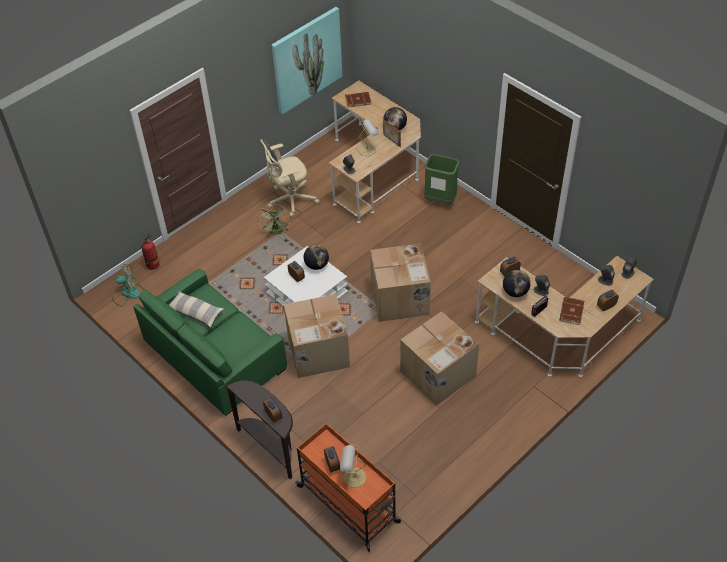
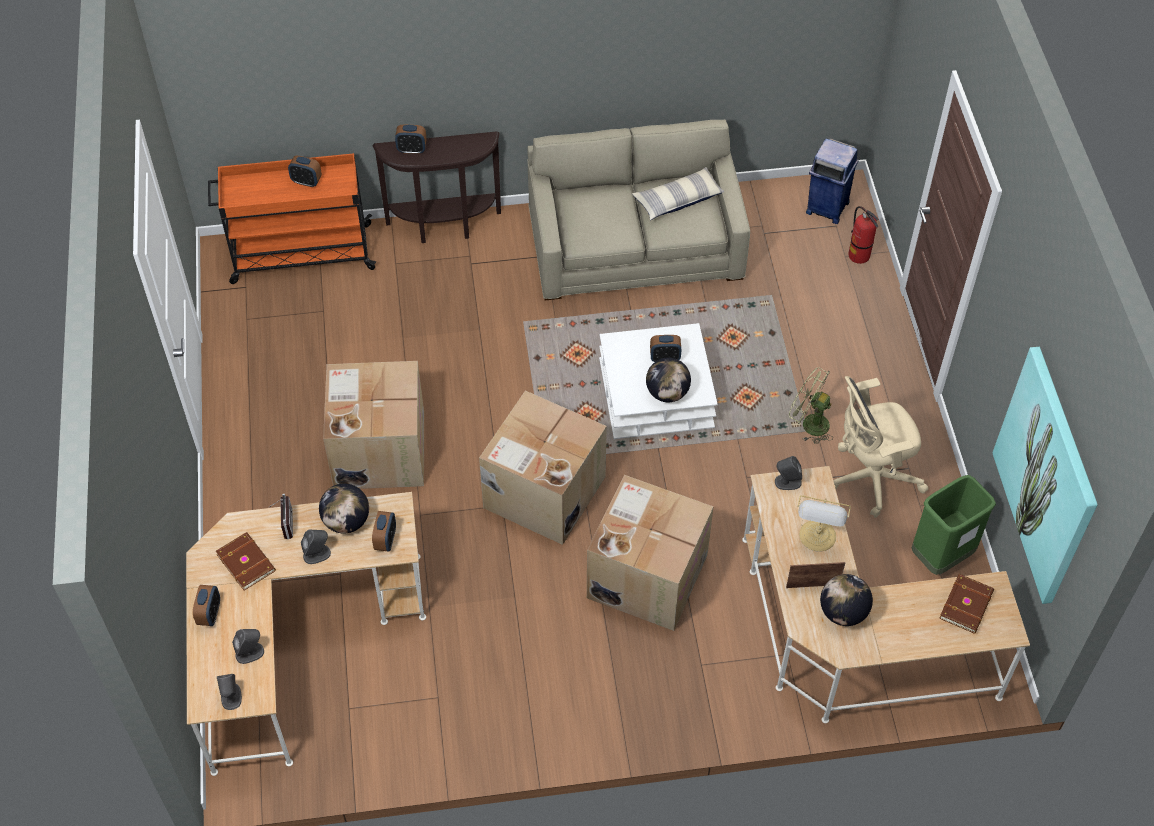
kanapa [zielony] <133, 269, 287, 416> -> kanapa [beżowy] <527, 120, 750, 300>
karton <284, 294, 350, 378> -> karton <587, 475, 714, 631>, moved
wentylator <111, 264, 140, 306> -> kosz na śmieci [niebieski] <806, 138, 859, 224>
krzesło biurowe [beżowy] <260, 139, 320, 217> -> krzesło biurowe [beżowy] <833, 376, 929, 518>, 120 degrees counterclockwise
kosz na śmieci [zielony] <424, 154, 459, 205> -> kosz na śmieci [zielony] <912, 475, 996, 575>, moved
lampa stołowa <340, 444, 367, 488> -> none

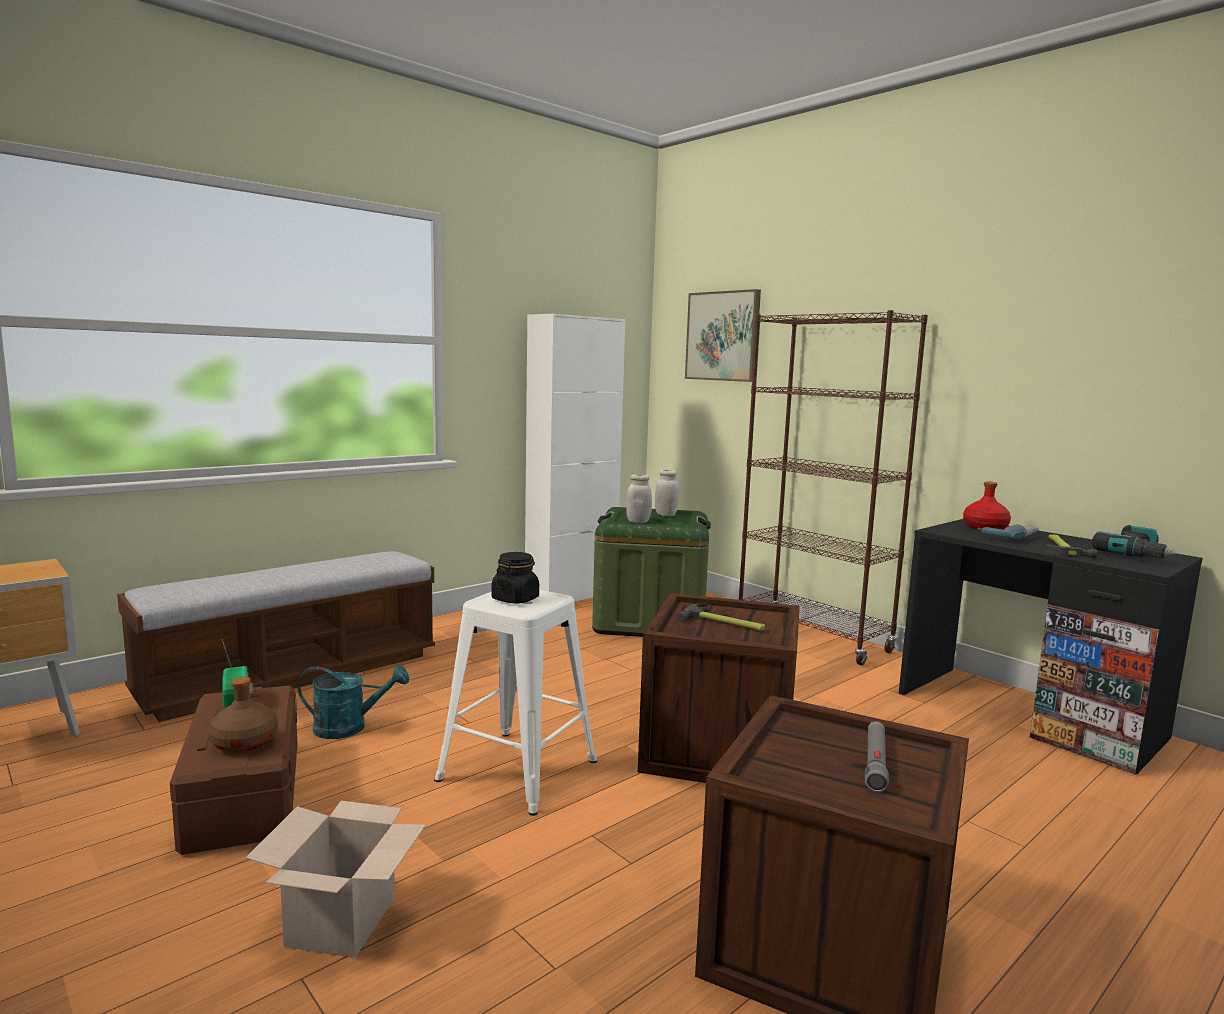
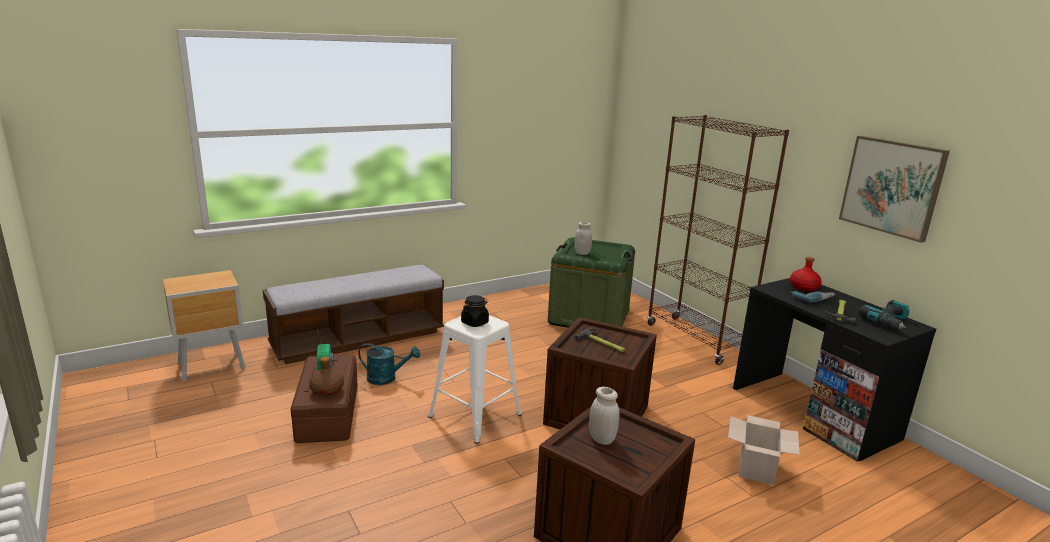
słoik [biały] <655, 470, 679, 516> -> słoik [biały] <589, 387, 620, 445>, moved
karton <246, 801, 426, 958> -> karton <728, 415, 799, 485>, moved
obraz <685, 289, 761, 382> -> obraz <839, 136, 950, 243>, moved
szafka [biały] <525, 314, 625, 602> -> none
latarka [szary] <865, 721, 889, 792> -> none

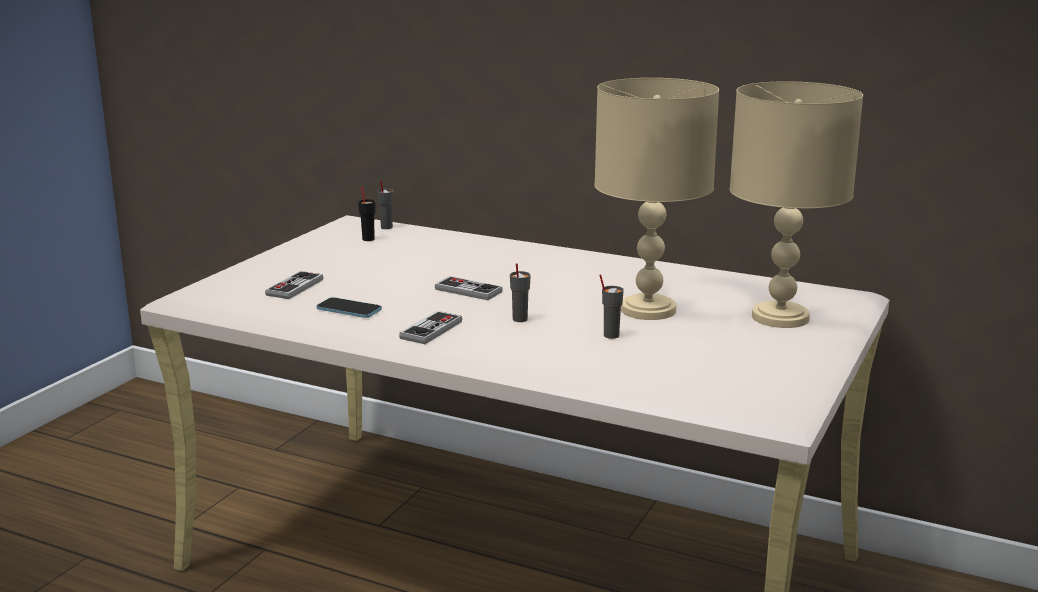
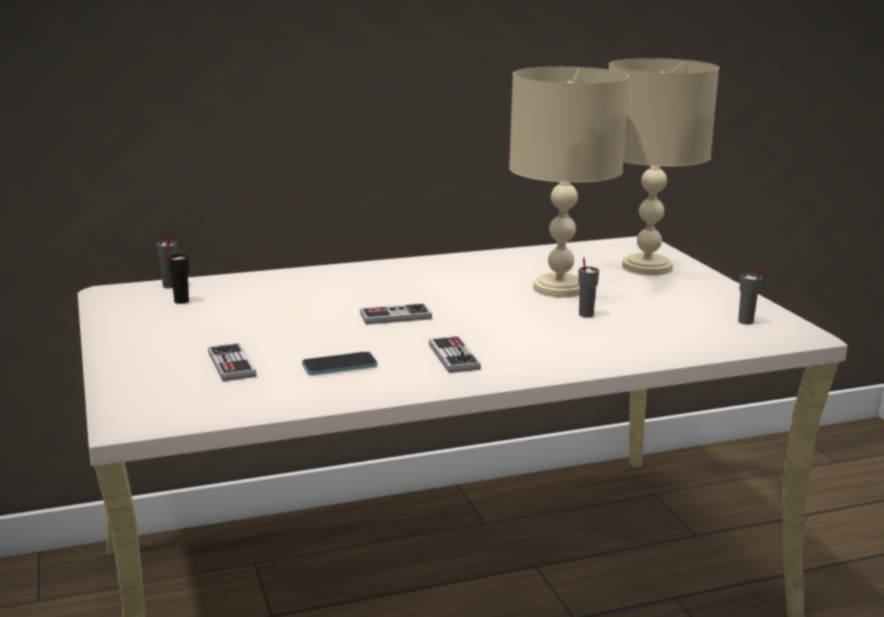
filiżanka [szary] <510, 263, 531, 322> -> filiżanka [szary] <738, 264, 763, 325>, moved

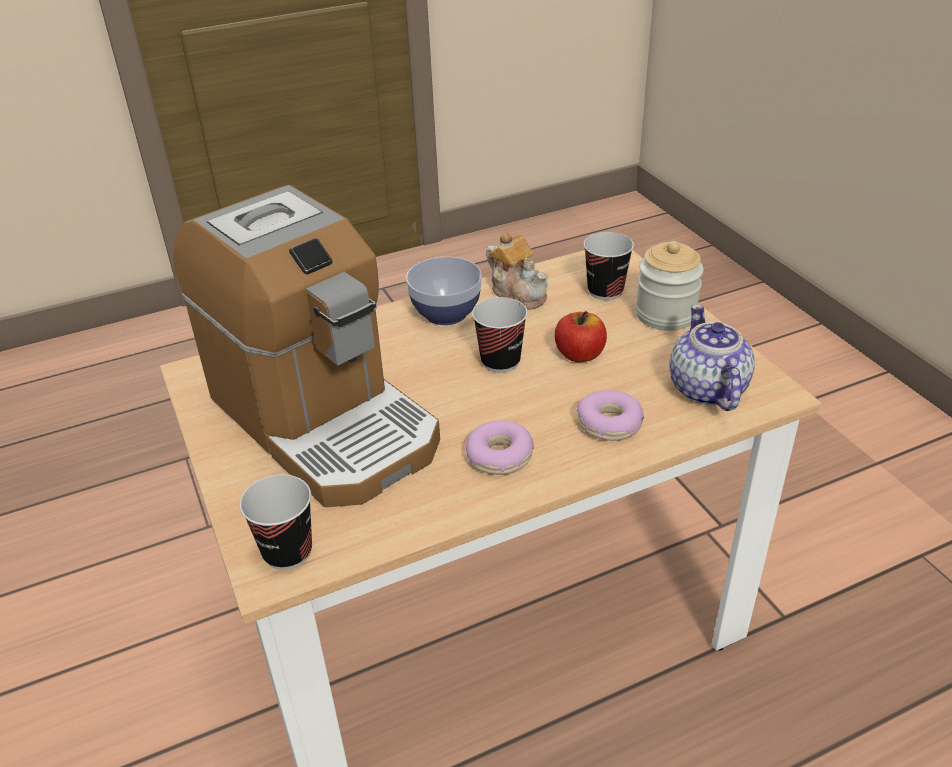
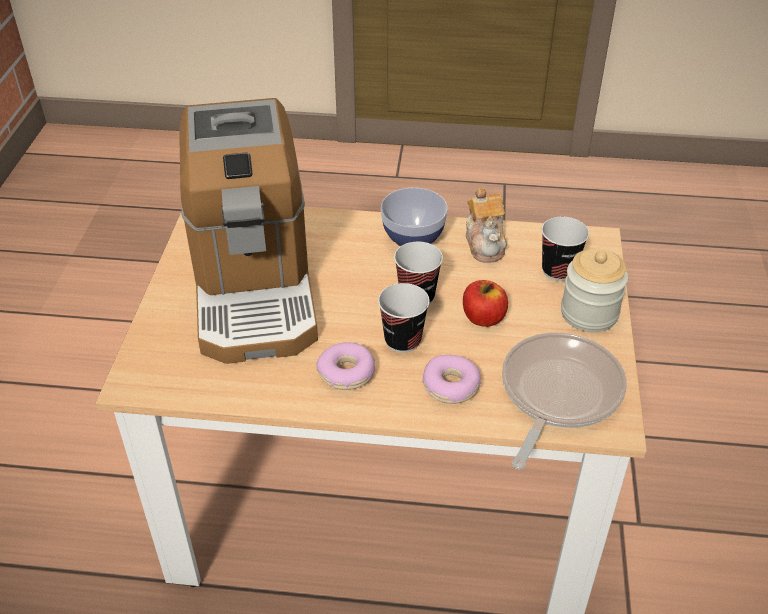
filiżanka <240, 475, 312, 570> -> filiżanka <378, 283, 430, 353>, moved
imbryk <669, 304, 755, 411> -> patelnia <502, 332, 627, 469>

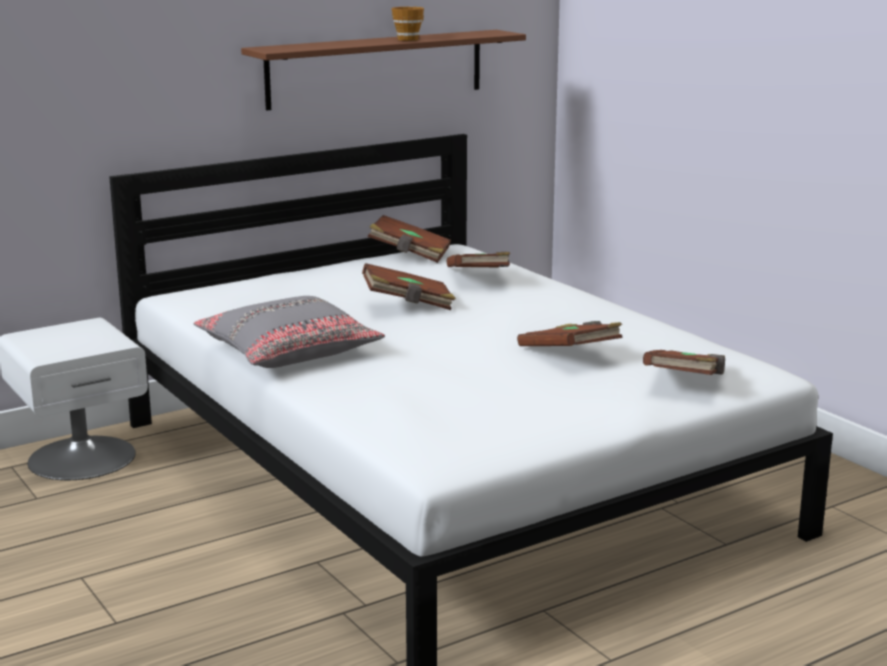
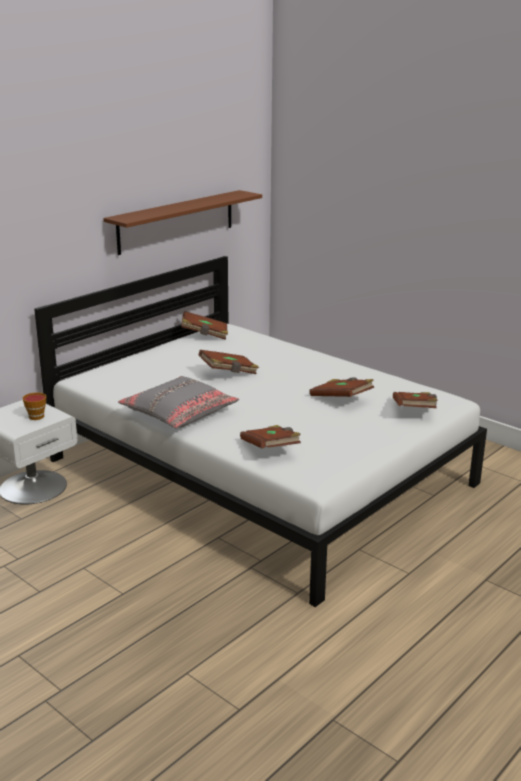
filiżanka <392, 7, 424, 41> -> filiżanka <23, 392, 46, 420>, moved
książka [brązowy] <447, 252, 510, 267> -> książka [brązowy] <240, 425, 301, 449>, moved

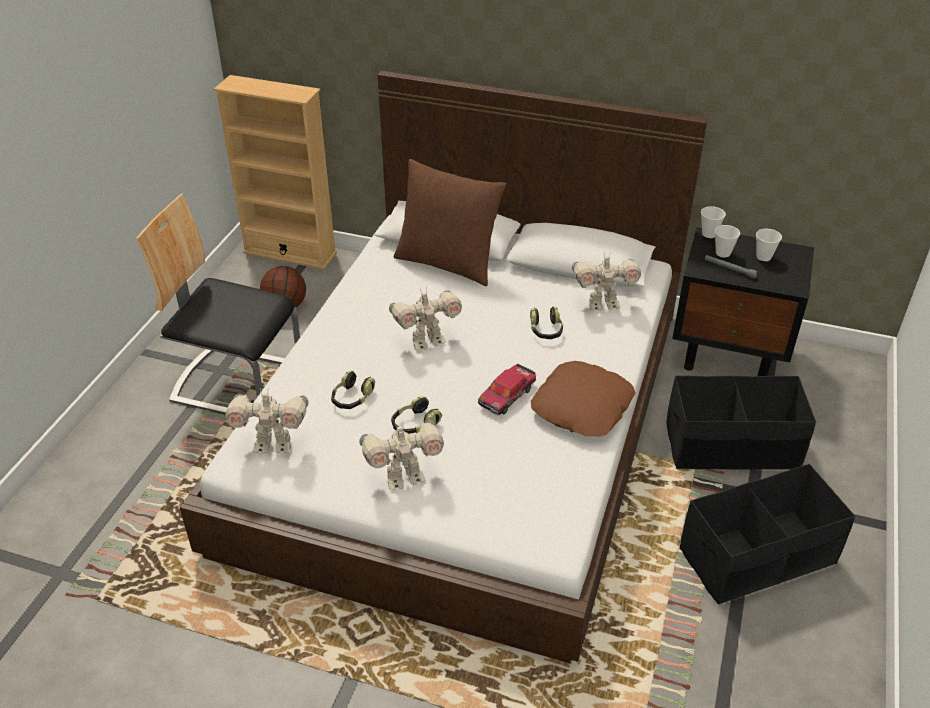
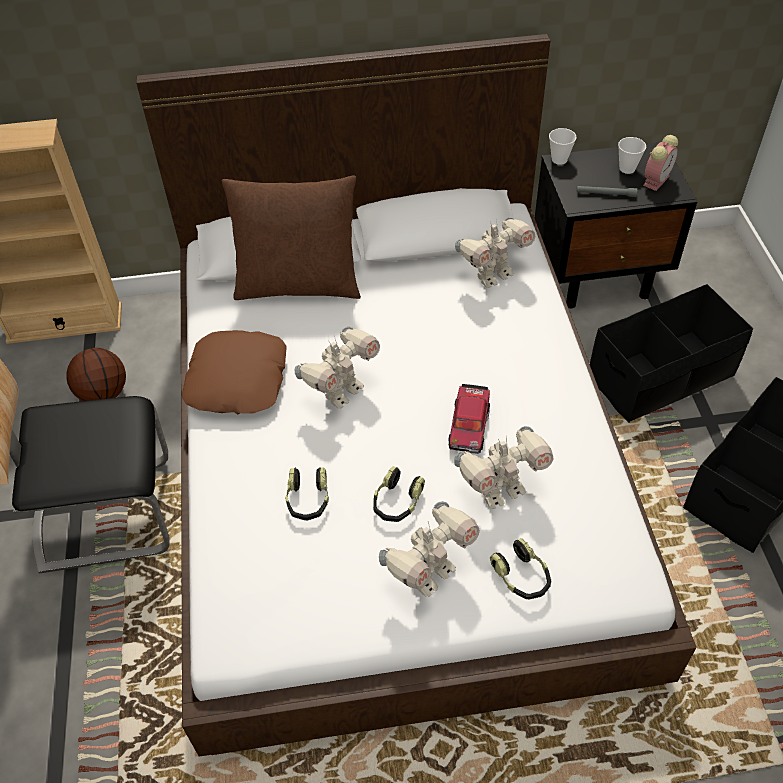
poduszka [brązowy] <531, 361, 635, 436> -> poduszka [brązowy] <182, 330, 287, 414>, moved
robot zabawkowy <226, 388, 309, 454> -> robot zabawkowy <454, 426, 554, 509>, moved
słuchawki <530, 307, 563, 339> -> słuchawki <490, 538, 551, 600>, moved
none -> budzik <643, 135, 678, 191>
filiżanka <715, 225, 740, 258> -> none

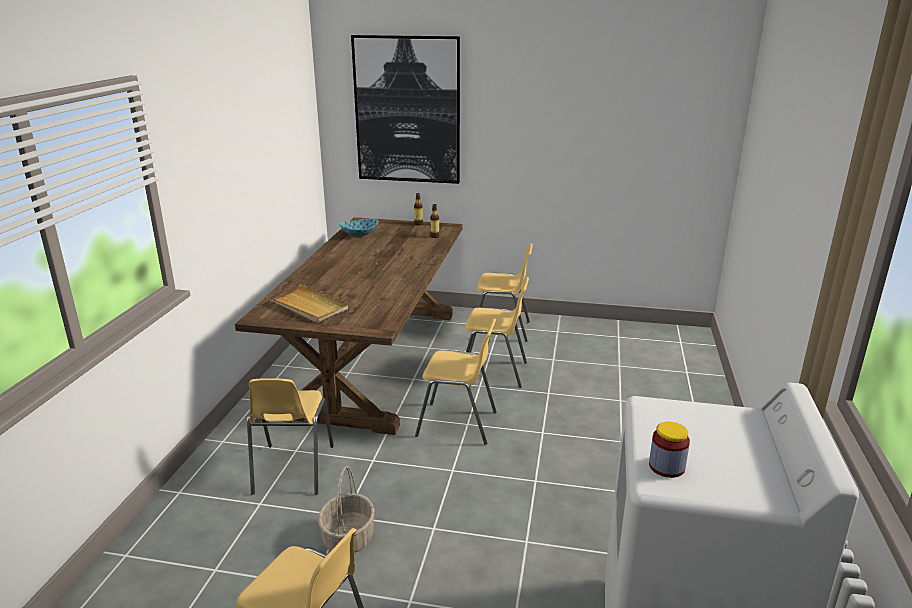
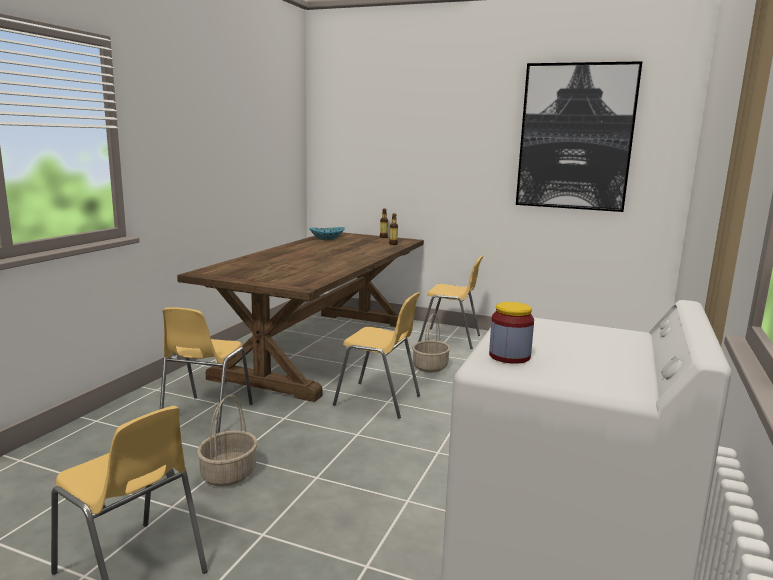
krzesło [żółty] <465, 277, 529, 388> -> koszyk <412, 313, 450, 373>
obraz <351, 35, 460, 184> -> obraz <516, 61, 643, 212>, moved
taca [beżowy] <266, 284, 348, 323> -> none

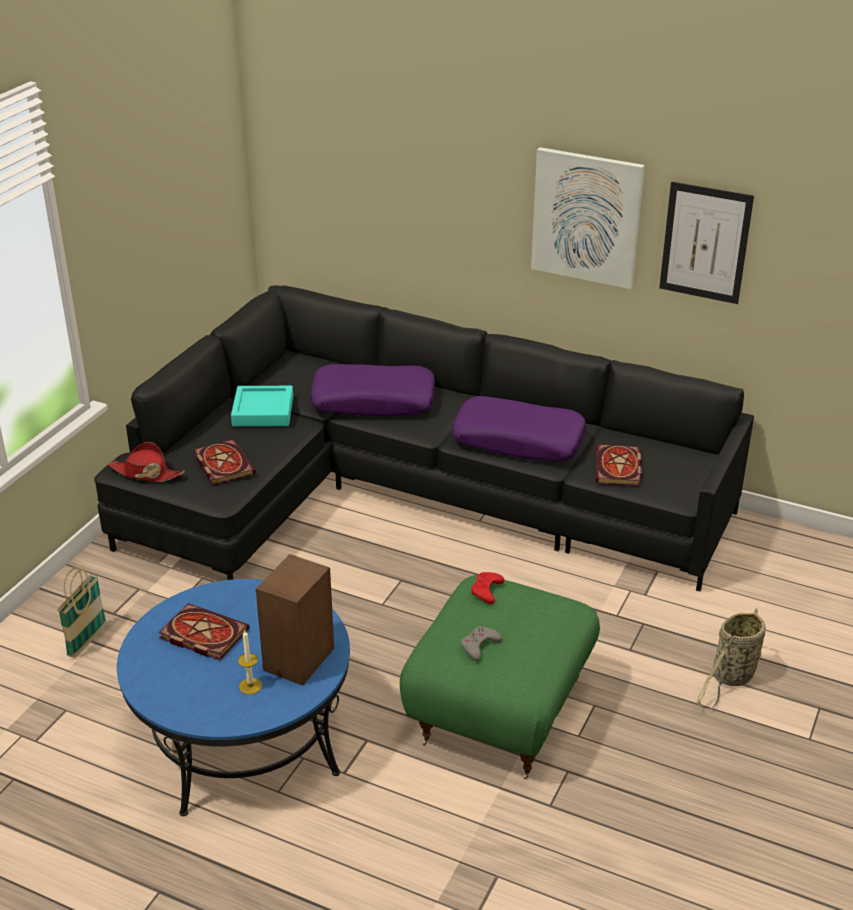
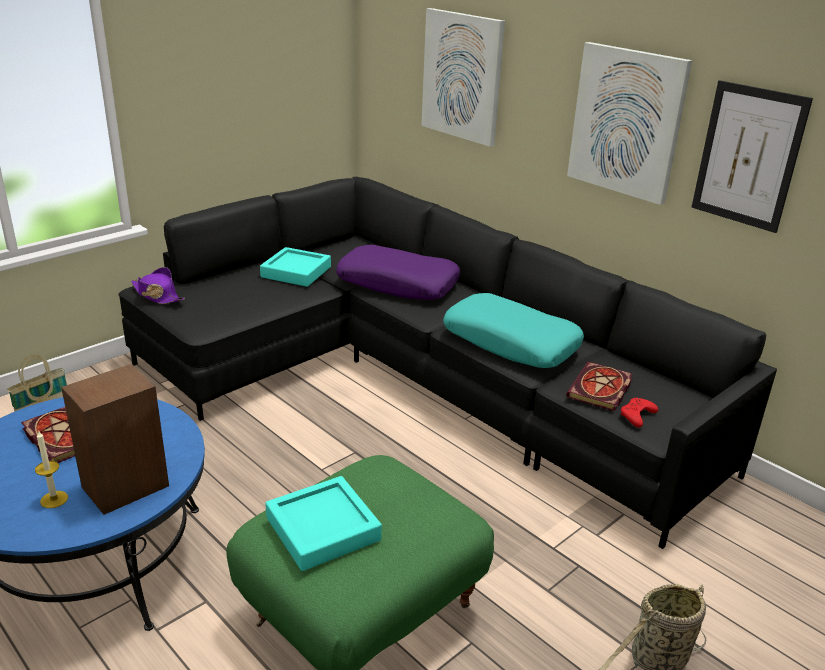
kapelusz [czerwony] <108, 442, 185, 482> -> kapelusz [fioletowy] <131, 267, 185, 304>
pad do gier [szary] <461, 626, 502, 661> -> taca [turkusowy] <265, 476, 382, 571>
none -> obraz <422, 8, 505, 147>
poduszka [fioletowy] <452, 396, 586, 461> -> poduszka [turkusowy] <443, 293, 584, 368>
pad do gier [czerwony] <471, 572, 504, 604> -> pad do gier [czerwony] <621, 398, 659, 427>, moved
książka <194, 439, 256, 485> -> none

